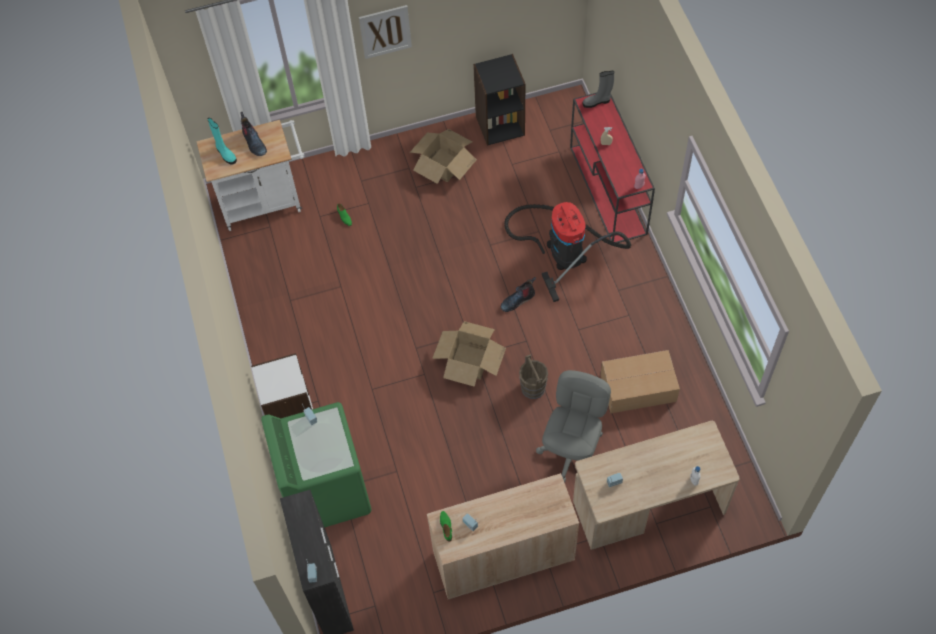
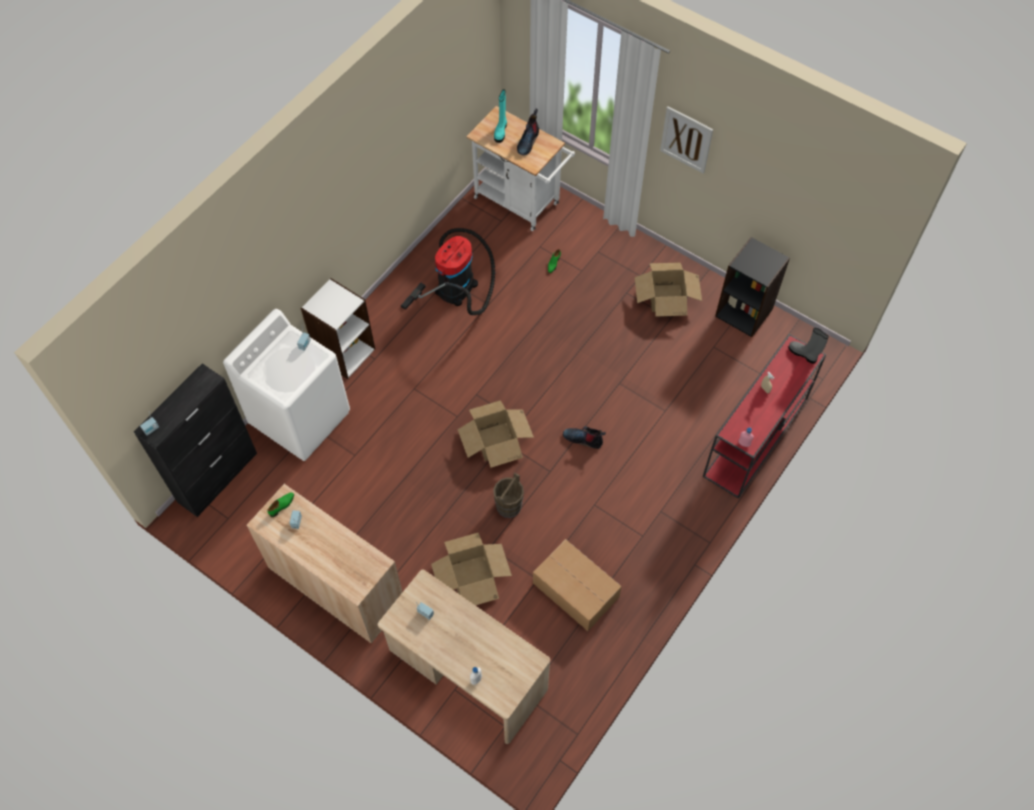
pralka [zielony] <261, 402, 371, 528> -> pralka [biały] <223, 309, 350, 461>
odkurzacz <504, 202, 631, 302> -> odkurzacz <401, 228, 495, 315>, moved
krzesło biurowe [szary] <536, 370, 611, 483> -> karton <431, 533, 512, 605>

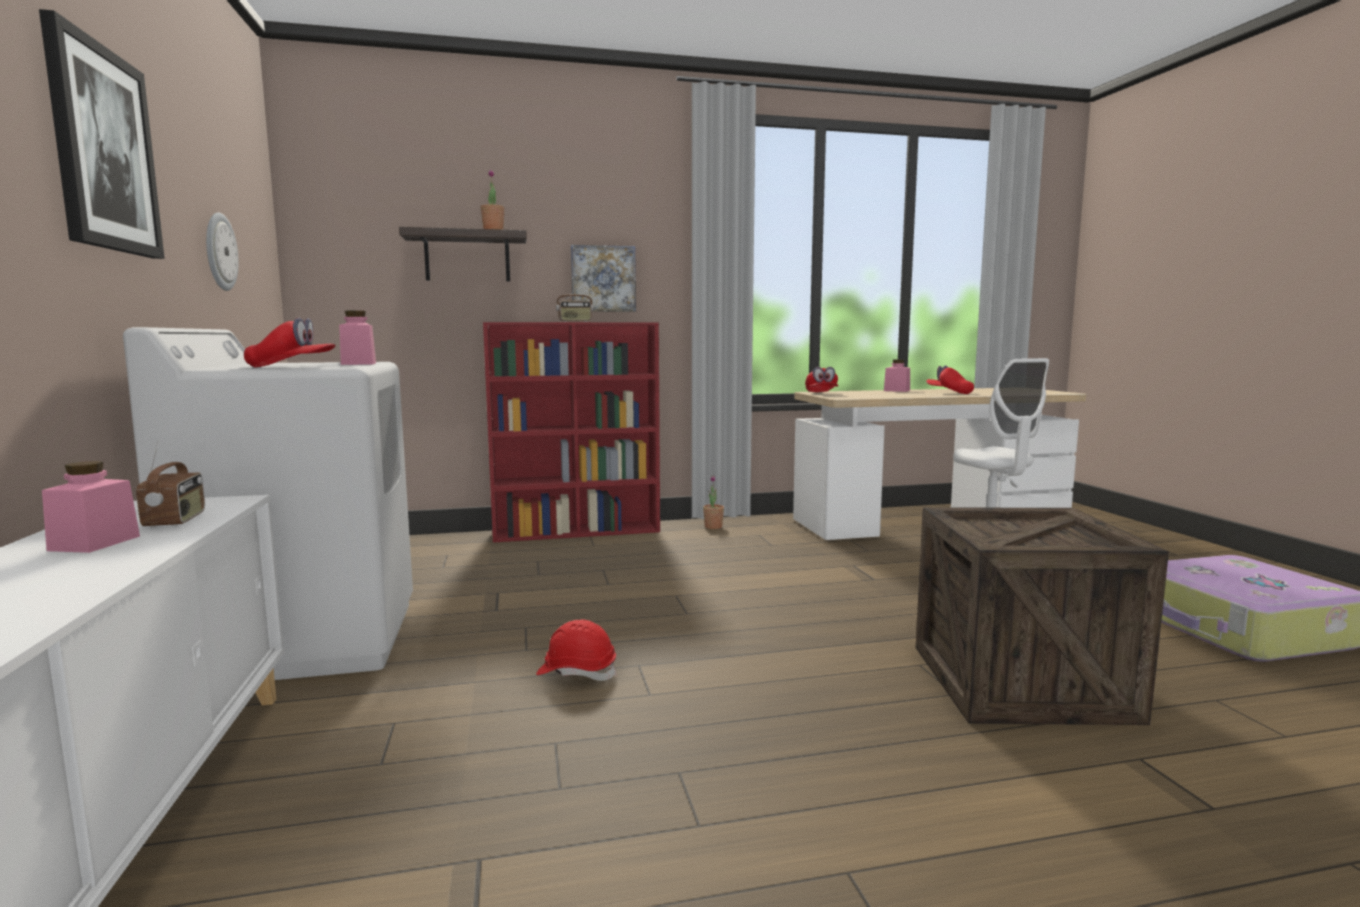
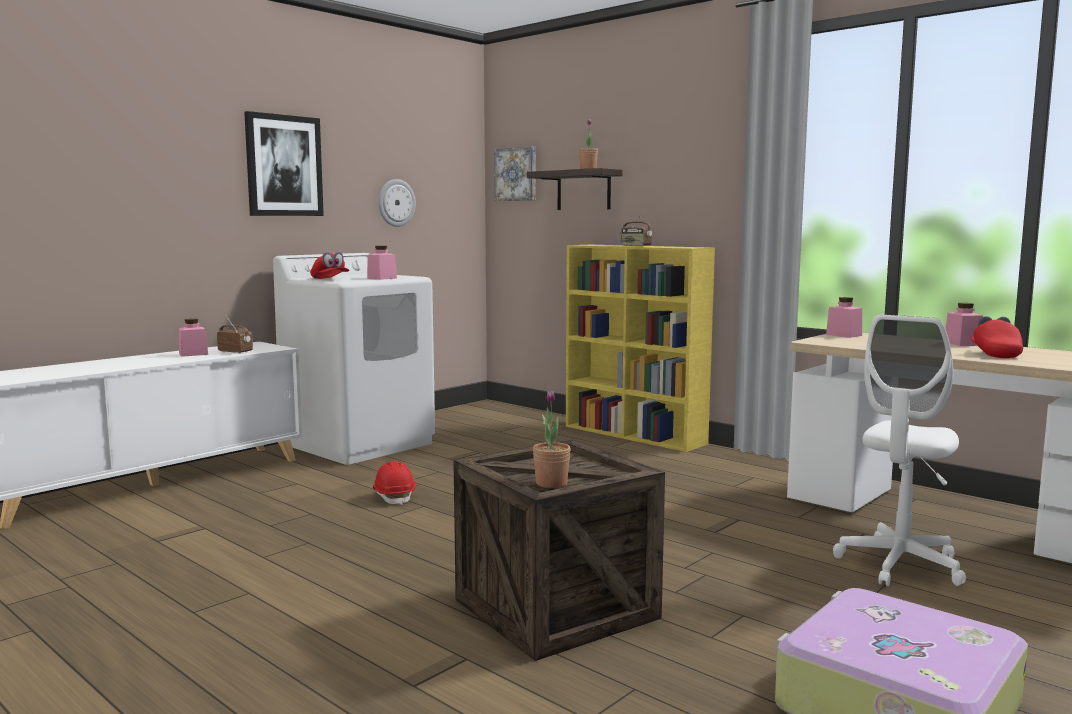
radio <136, 440, 205, 528> -> radio <217, 315, 253, 354>, 105 degrees counterclockwise
obraz <571, 245, 636, 312> -> obraz <494, 146, 536, 201>, moved
roślina doniczkowa <703, 476, 724, 529> -> roślina doniczkowa <533, 390, 571, 488>, moved
regał [czerwony] <483, 322, 660, 542> -> regał [żółty] <566, 245, 715, 452>
czapka z daszkiem [czerwony] <805, 367, 838, 392> -> słoik [różowy] <826, 297, 862, 338>

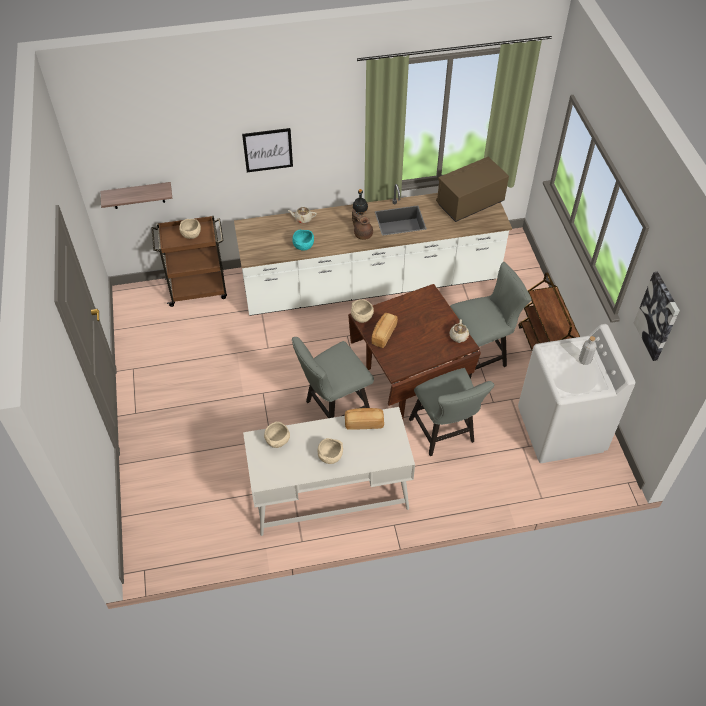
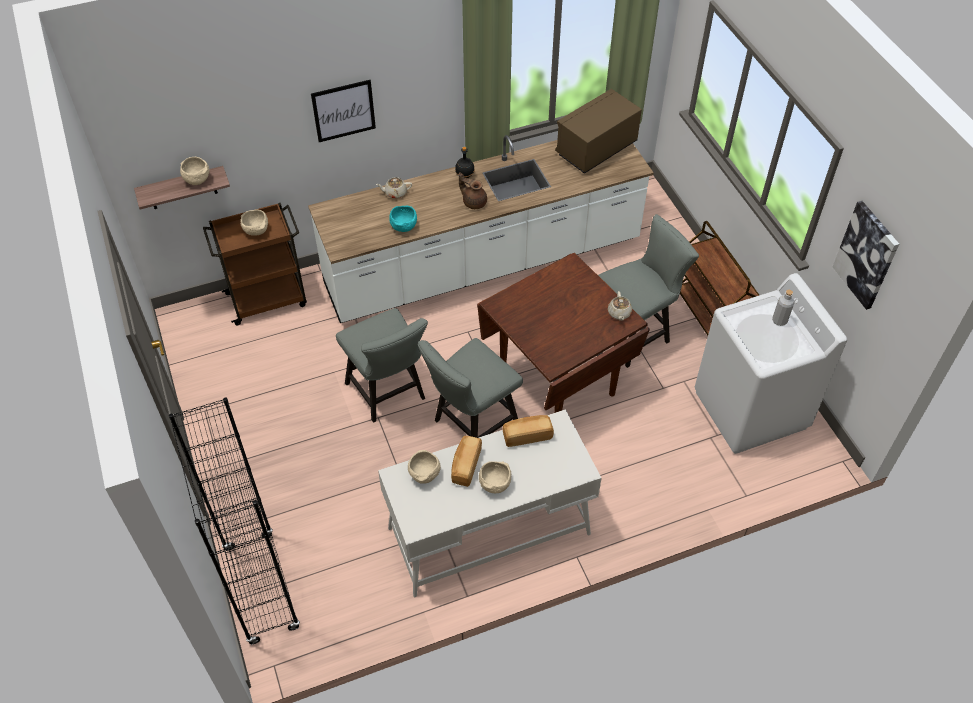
none -> regał [czarny] <169, 397, 300, 645>
miska [beżowy] <351, 299, 374, 323> -> miska [beżowy] <180, 157, 209, 185>, moved
krzesło [szary] <409, 368, 494, 456> -> krzesło [szary] <336, 308, 428, 423>, moved
chleb <372, 313, 398, 348> -> chleb <451, 436, 482, 487>, moved

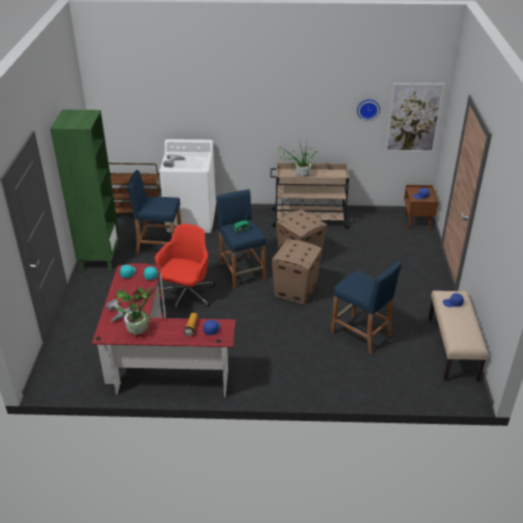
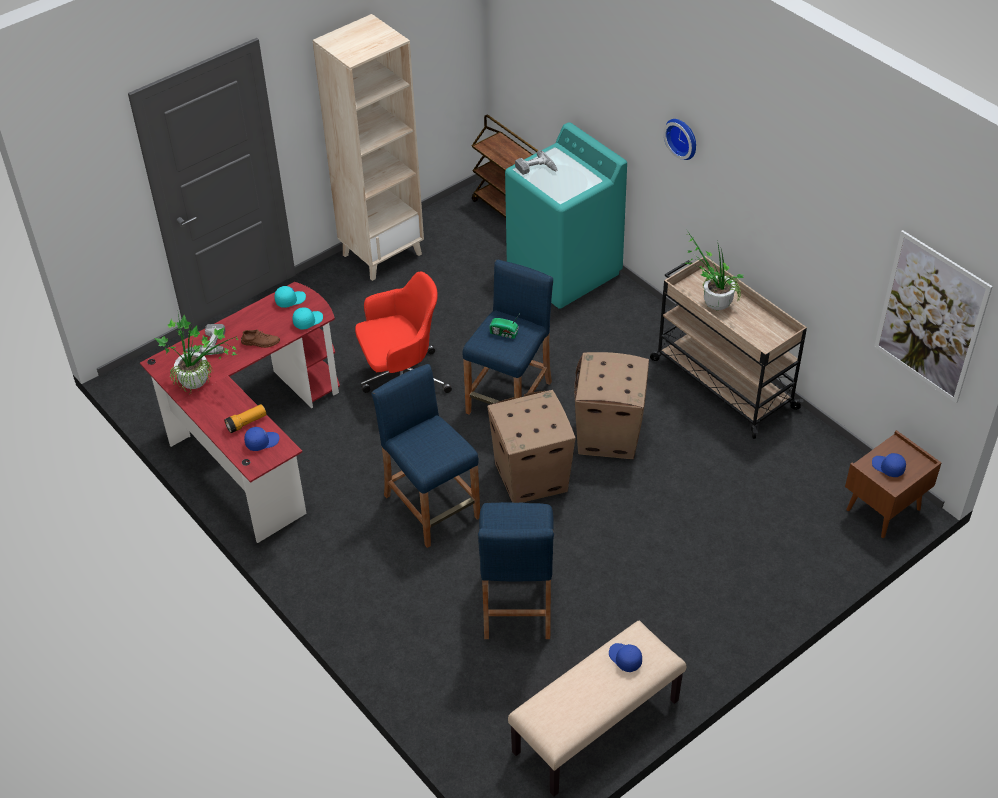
regał [zielony] <50, 109, 120, 271> -> regał [beżowy] <313, 14, 424, 281>
stołek [niebieski] <127, 170, 181, 255> -> stołek [niebieski] <372, 364, 480, 548>, moved
pralka [biały] <159, 139, 216, 233> -> pralka [turkusowy] <505, 122, 627, 309>
zegar ścienny <357, 99, 380, 121> -> zegar ścienny <663, 119, 696, 160>, moved

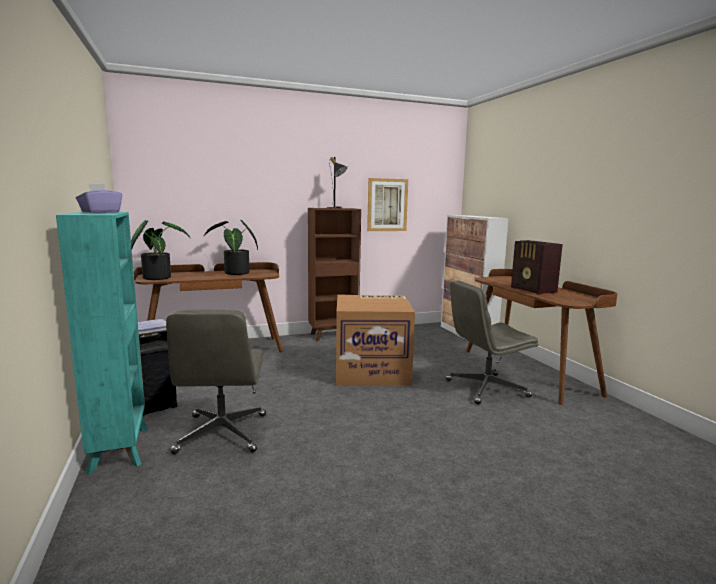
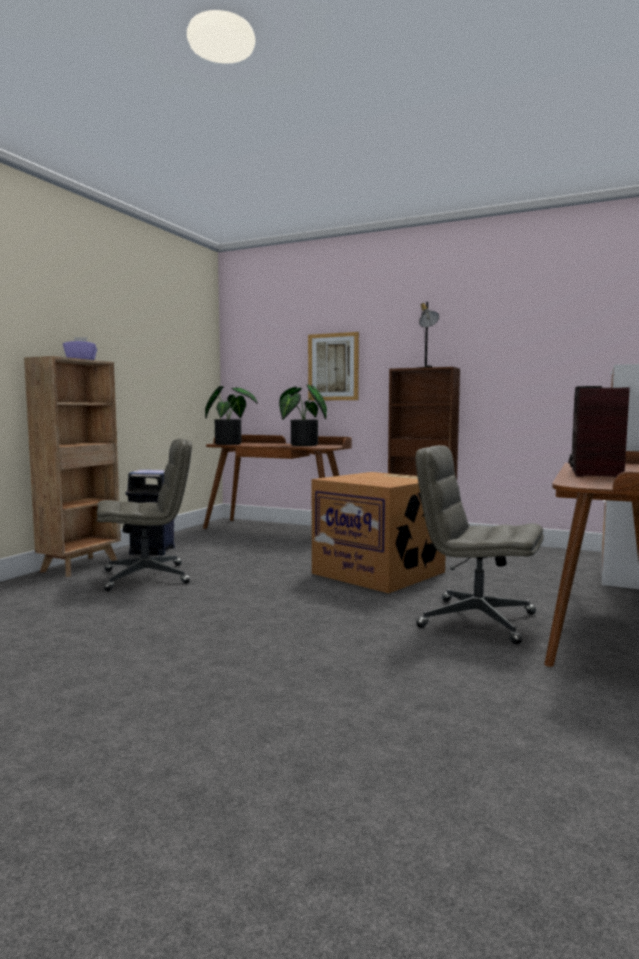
regał [turkusowy] <56, 212, 148, 474> -> regał [brązowy] <24, 356, 121, 577>
krzesło biurowe [szary] <166, 309, 266, 454> -> krzesło biurowe [szary] <96, 439, 192, 591>, 150 degrees counterclockwise
obraz <367, 178, 408, 231> -> obraz <308, 332, 359, 401>, moved

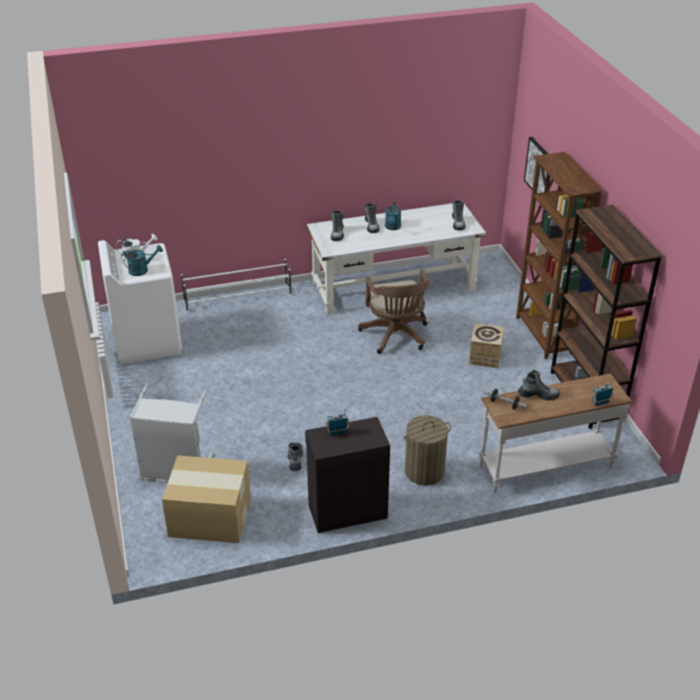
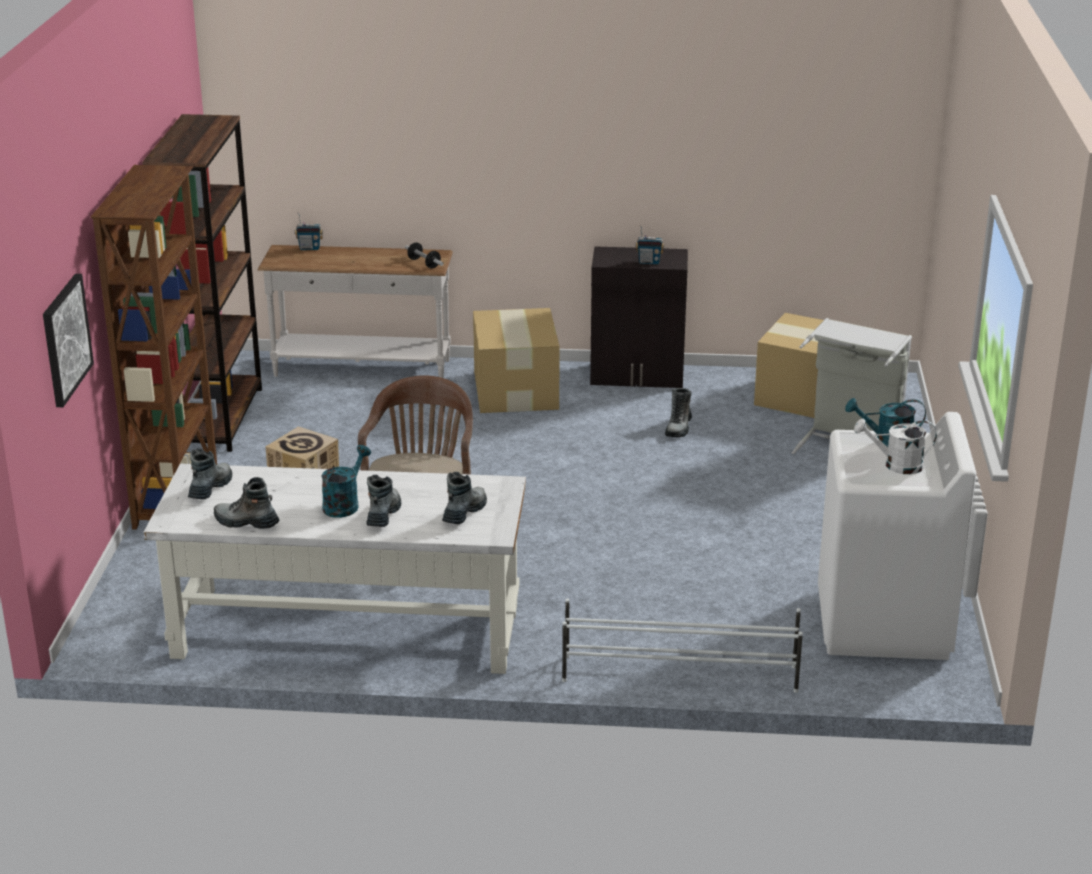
but z cholewką <518, 370, 560, 400> -> but z cholewką <214, 477, 279, 529>, moved
kosz na pranie <404, 415, 451, 486> -> karton <473, 308, 560, 413>

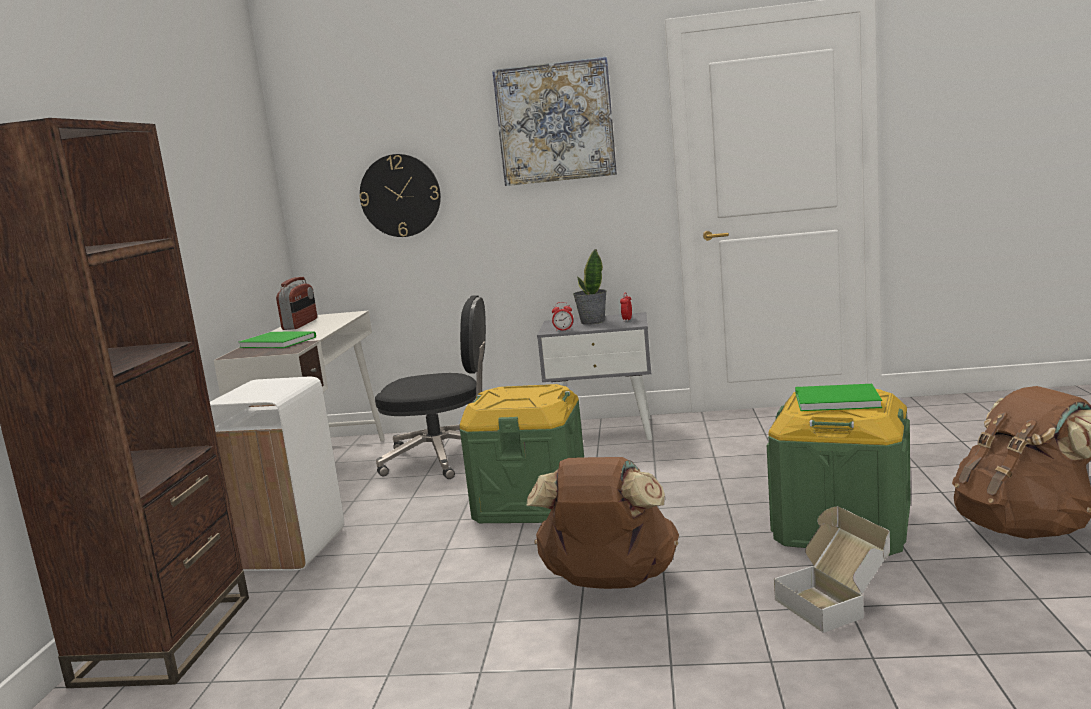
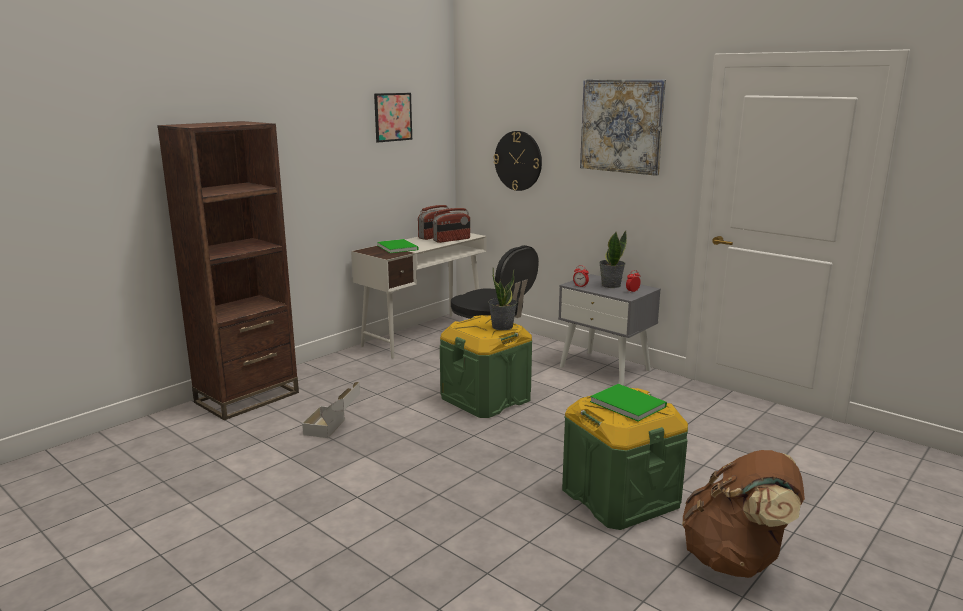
karton <774, 506, 890, 633> -> karton <302, 382, 360, 438>, moved
none -> obraz <374, 93, 412, 143>
none -> radio <433, 208, 470, 243>
none -> roślina doniczkowa <488, 268, 517, 330>
kosz na śmieci [biały] <210, 377, 344, 571> -> none
plecak [brązowy] <526, 457, 679, 589> -> none

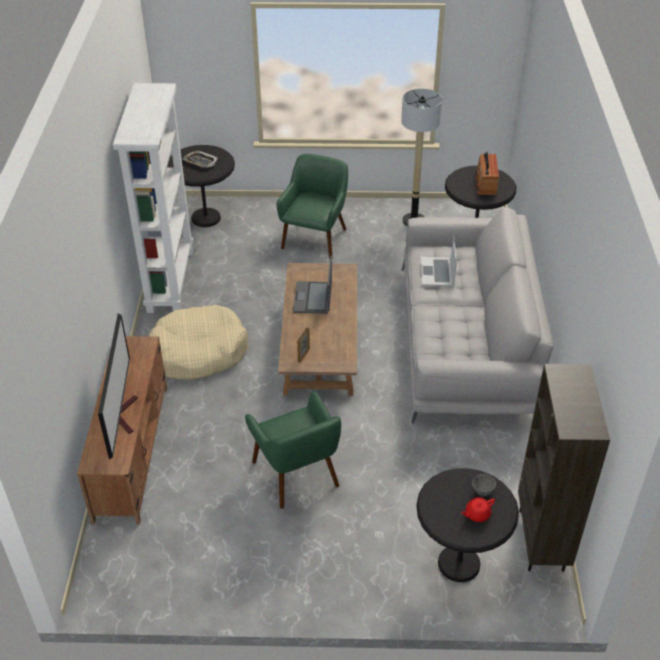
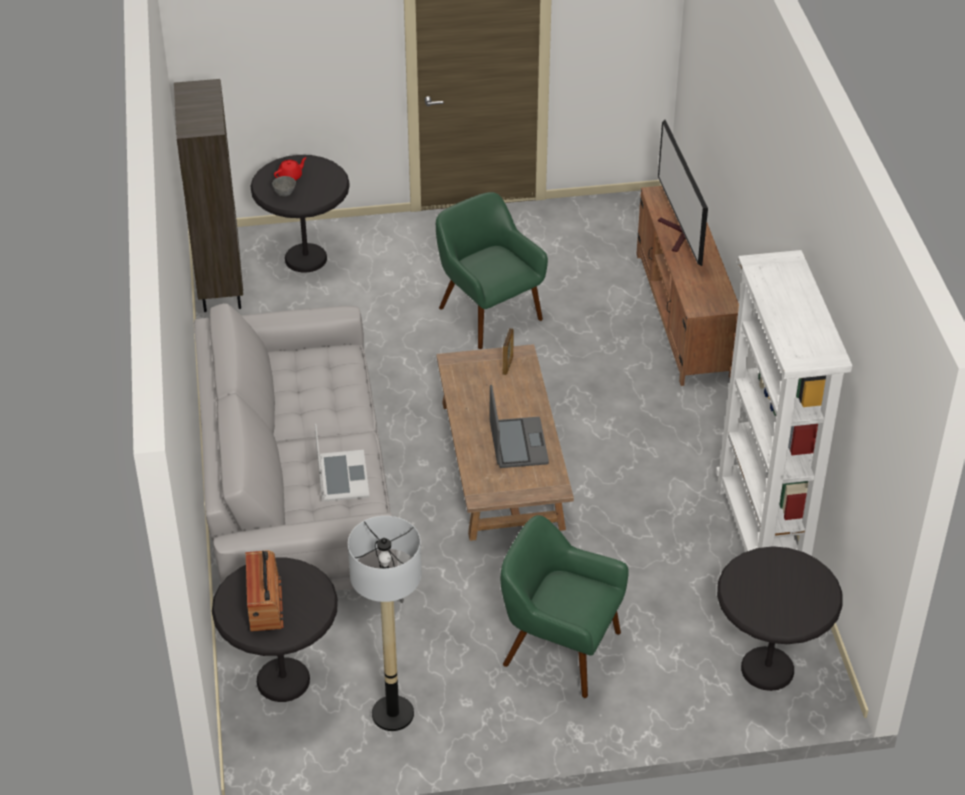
fotel [zielony] <277, 154, 348, 259> -> fotel [zielony] <500, 515, 629, 698>, 105 degrees clockwise
legowisko [beżowy] <149, 305, 249, 380> -> none
taca <183, 151, 218, 168> -> none

